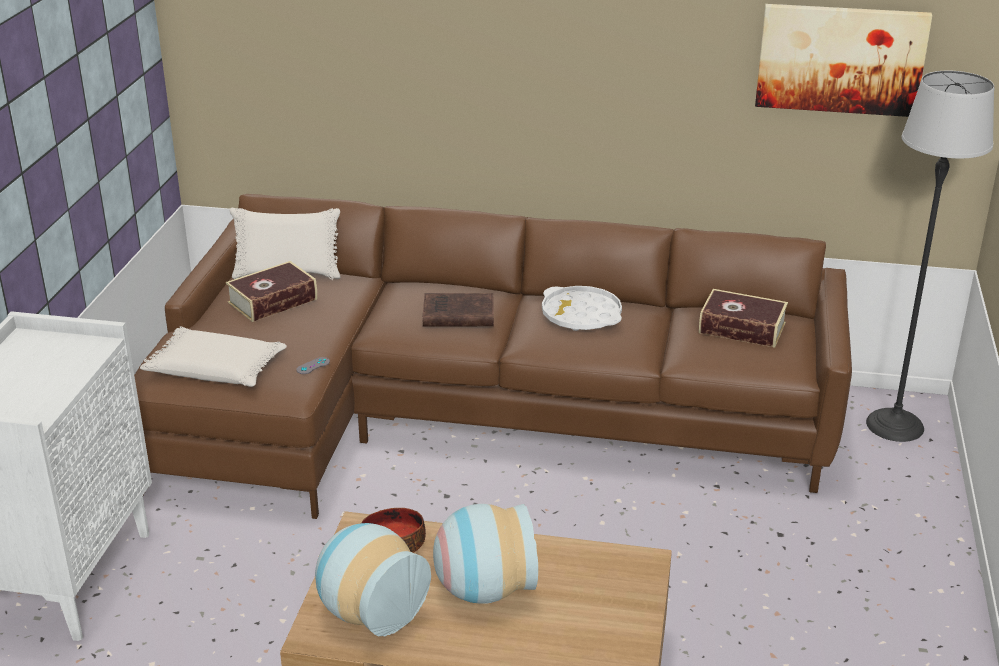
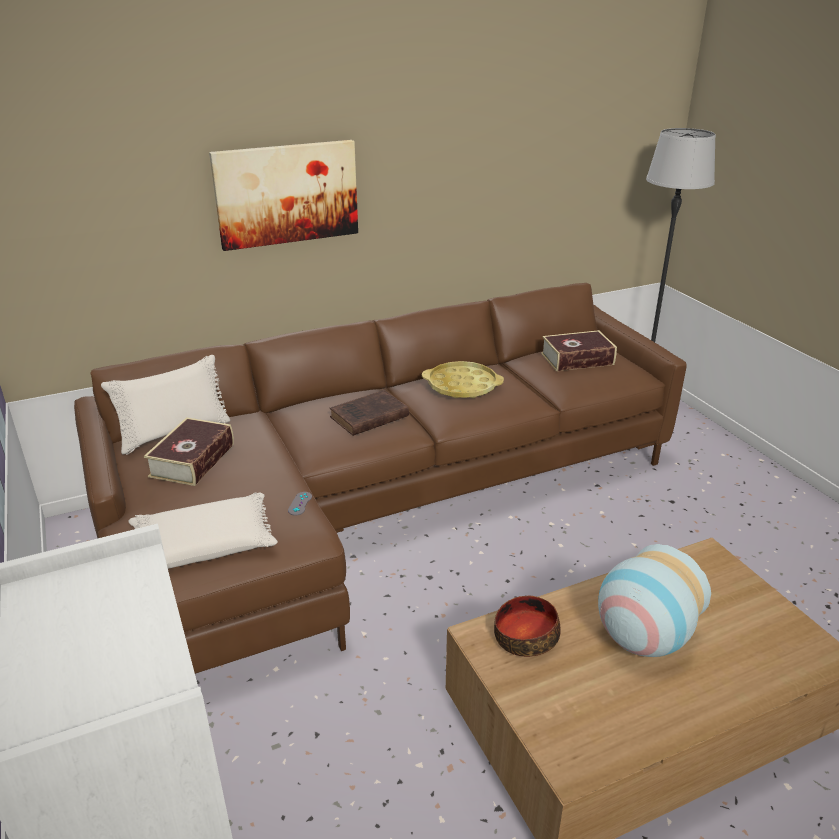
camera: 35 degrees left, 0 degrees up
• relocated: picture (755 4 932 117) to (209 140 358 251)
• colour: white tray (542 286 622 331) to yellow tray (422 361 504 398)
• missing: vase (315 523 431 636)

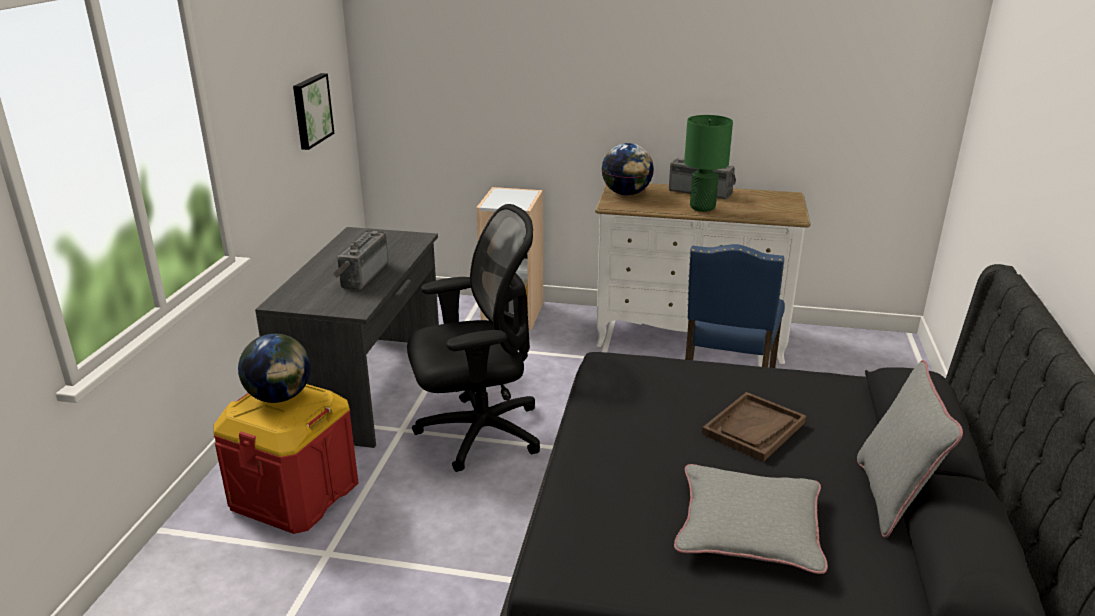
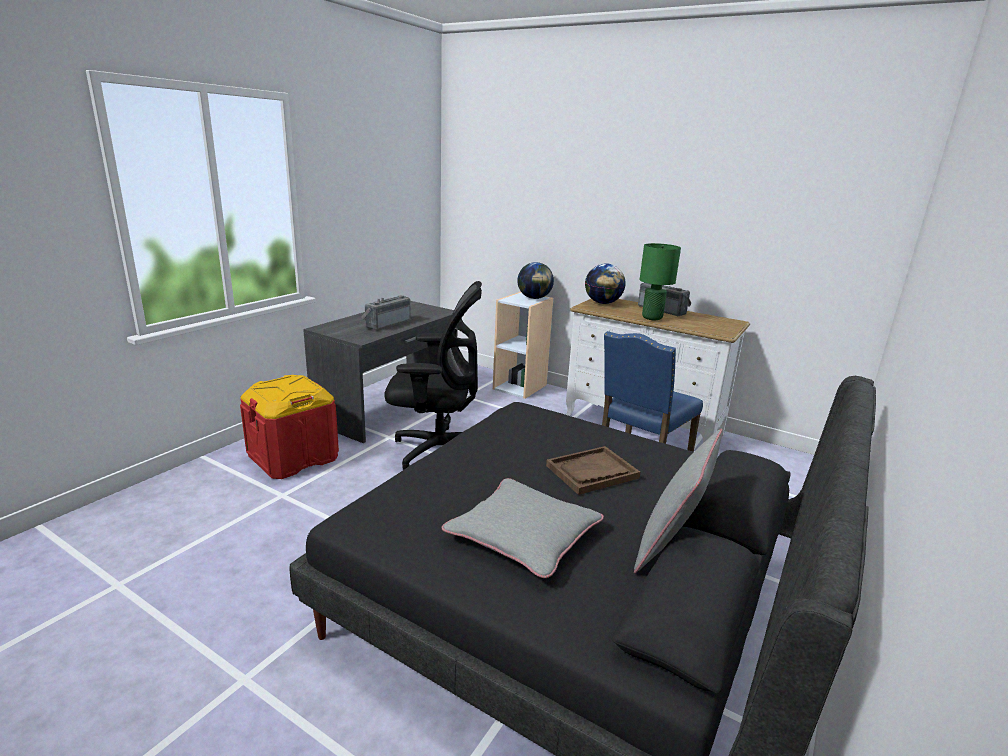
camera: 20 degrees right, 5 degrees down
• relocated: globe (238 334 311 403) to (517 262 554 299)
• missing: picture (293 73 334 150)

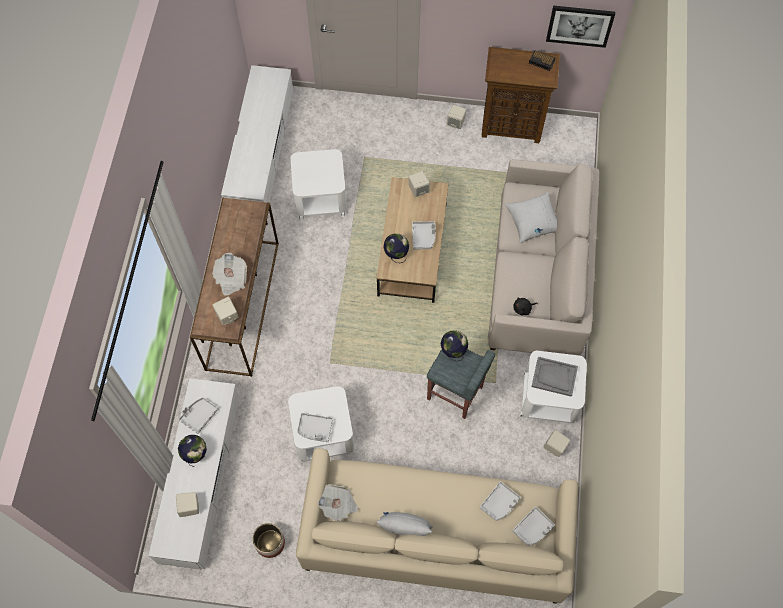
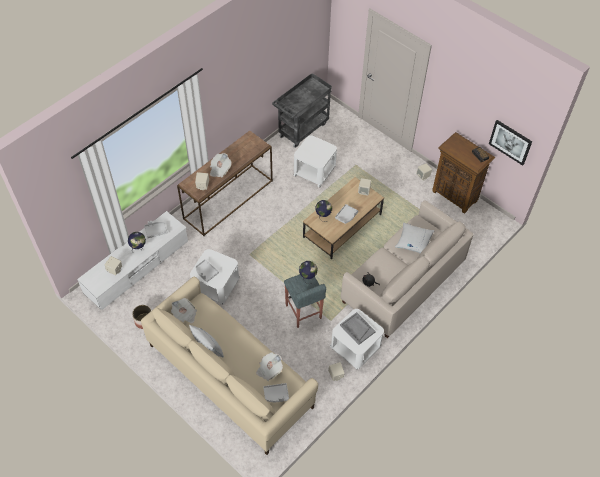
camera: 35 degrees right, 10 degrees down
• exchanged: grey tray (480 481 521 521) to newspaper (256 352 283 381)
• exchanged: white tv stand (221 65 293 203) to black cart (272 73 332 148)

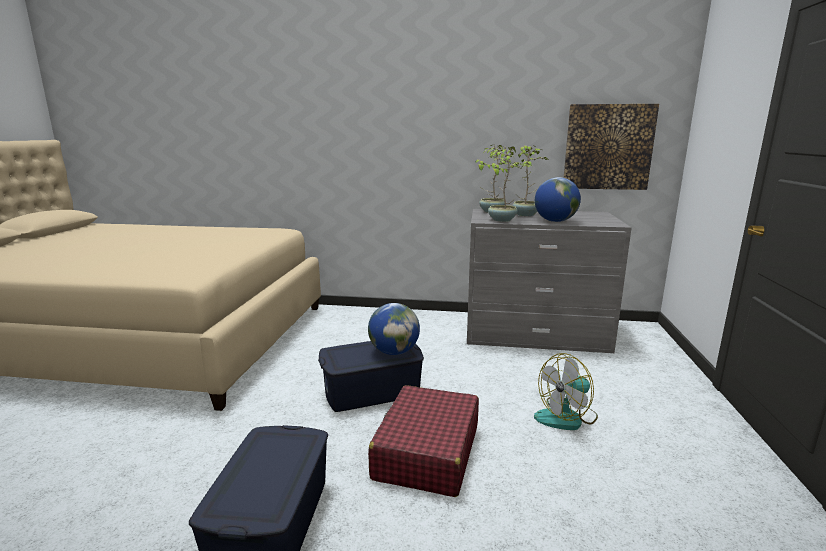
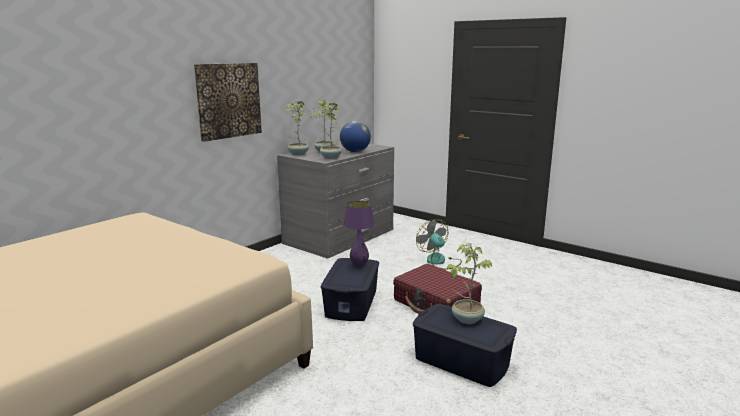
camera: 60 degrees left, 0 degrees up
• relocated: picture (564 104 659 190) to (194 63 262 142)
• exchanged: globe (368 303 420 355) to purple table lamp (343 201 375 268)
• spun: fan (534 353 598 430) = (416 219 462 270) 150 degrees clockwise
• appeared: potted plant (447 243 492 324)

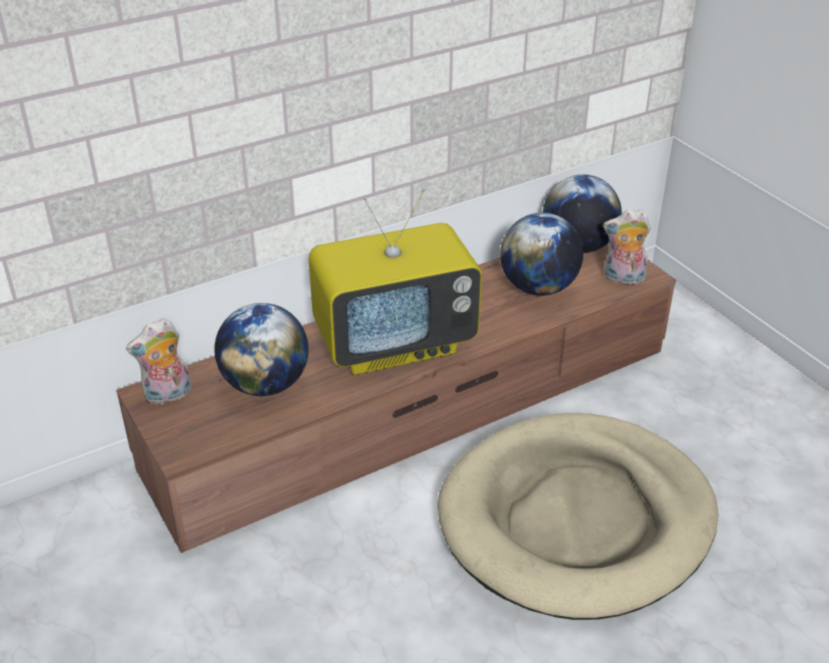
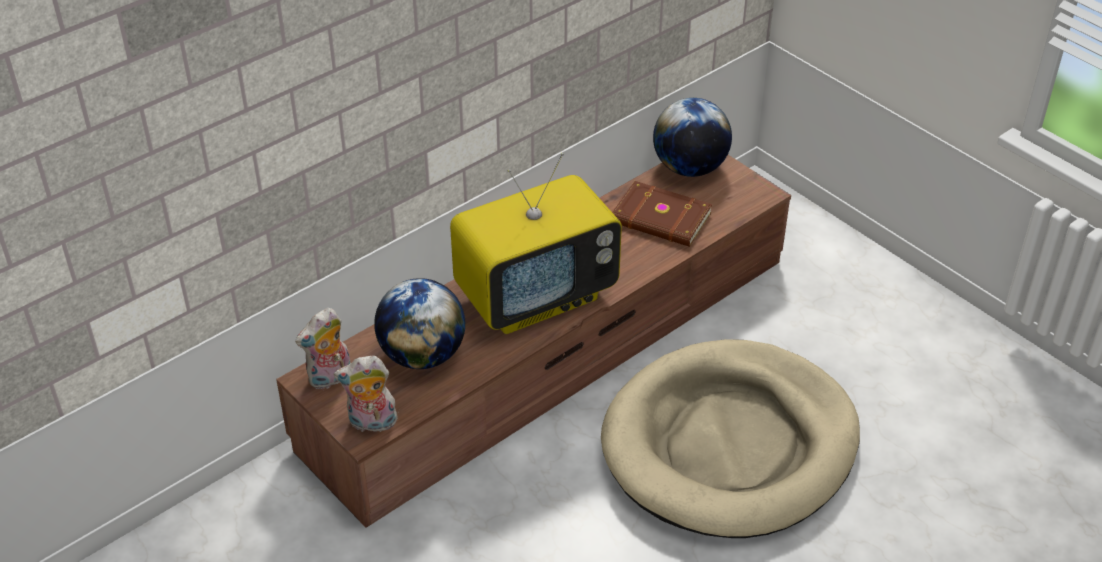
camera: 10 degrees left, 5 degrees up
• relocated: plush toy (603 209 651 285) to (334 356 399 432)
• exchanged: globe (500 213 583 296) to brown book (612 181 712 247)

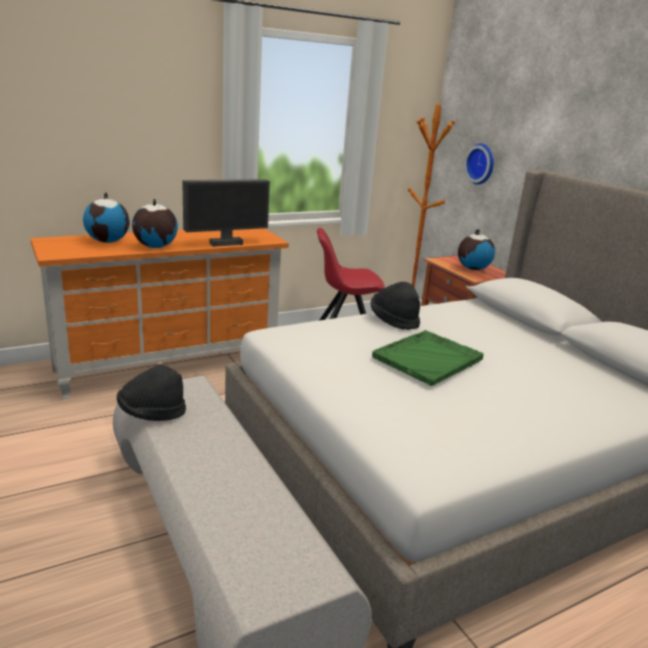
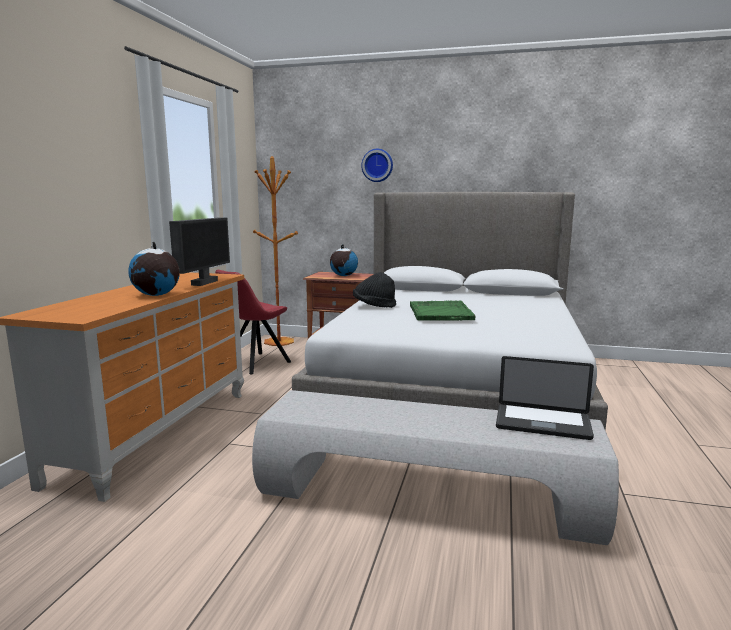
camera: 45 degrees left, 10 degrees down
• relocated: wall clock (464 143 494 185) to (361 149 393 182)
• appeared: laptop (496 356 594 440)
• missing: globe (83 192 130 243)
• missing: black hat (117 365 186 421)

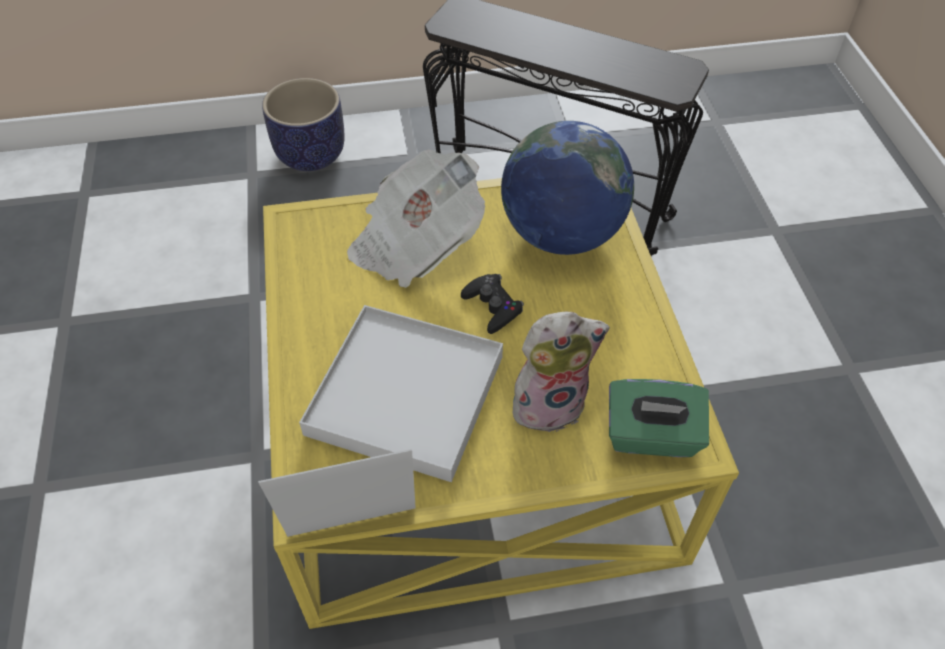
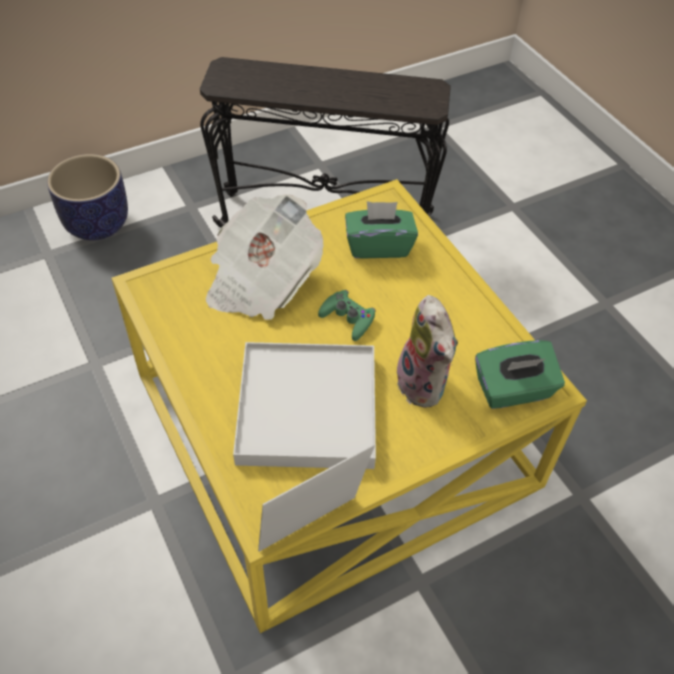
camera: 20 degrees left, 0 degrees up
• colour: black game controller (461 274 524 334) to green game controller (318 290 376 341)
• exchanged: globe (501 121 634 255) to green tissue box (345 201 418 259)
• spun: plush toy (513 312 610 435) = (397 295 458 408) 105 degrees clockwise

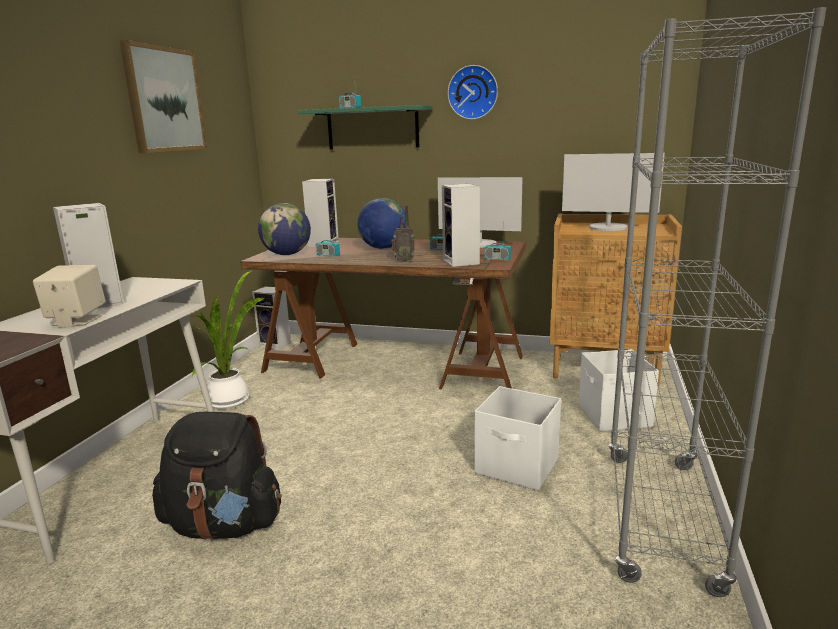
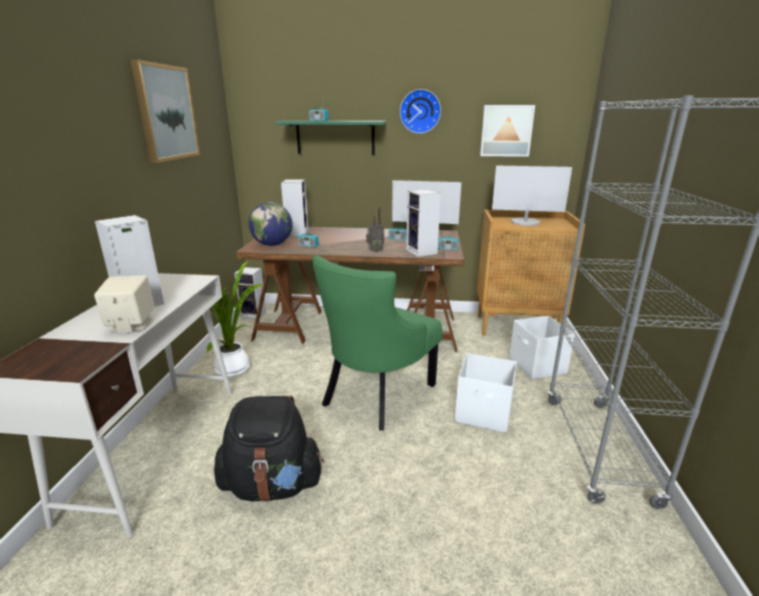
camera: 10 degrees left, 5 degrees up
• appeared: green chair (312 256 443 431)
• appeared: picture (480 105 535 157)
• missing: globe (357 198 406 249)

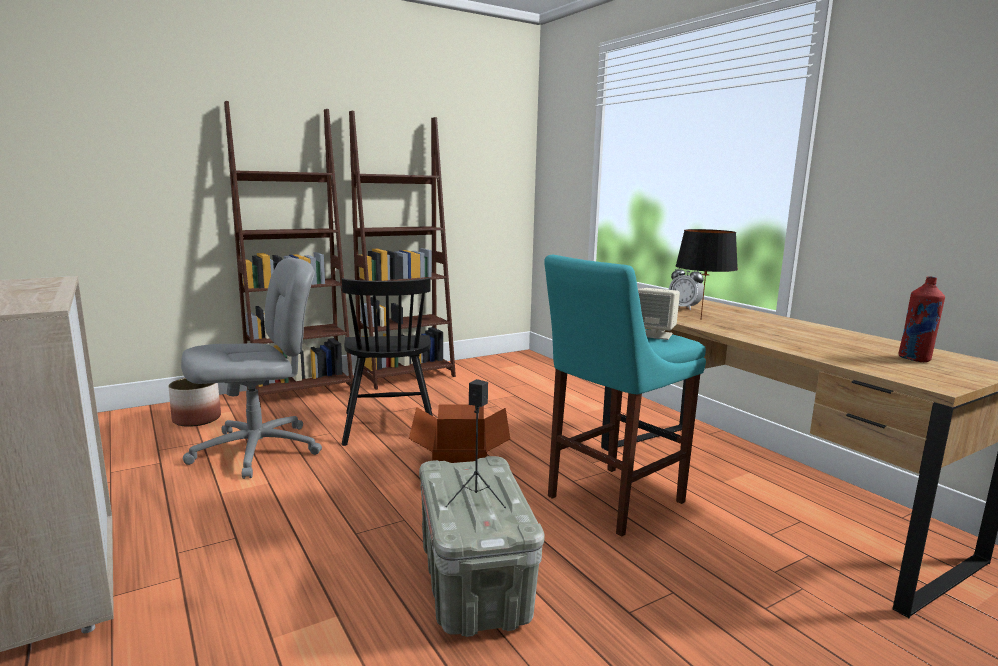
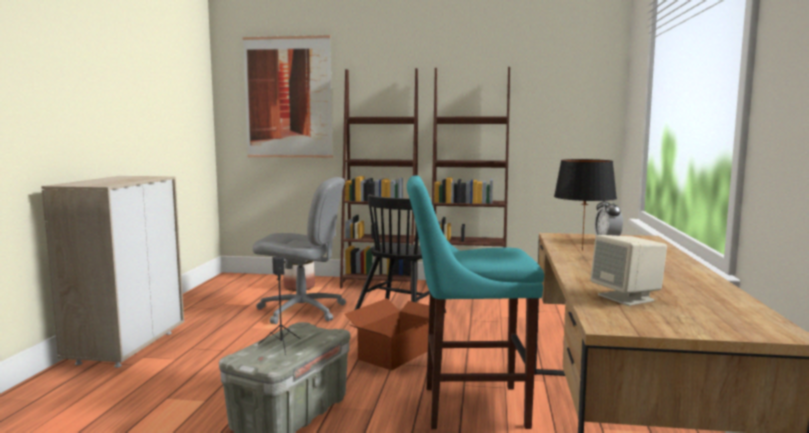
camera: 40 degrees right, 5 degrees down
• appeared: picture (243 35 333 158)
• relocated: beige speaker (638 288 680 340) to (591 235 667 306)
• missing: red bottle (898 276 945 362)

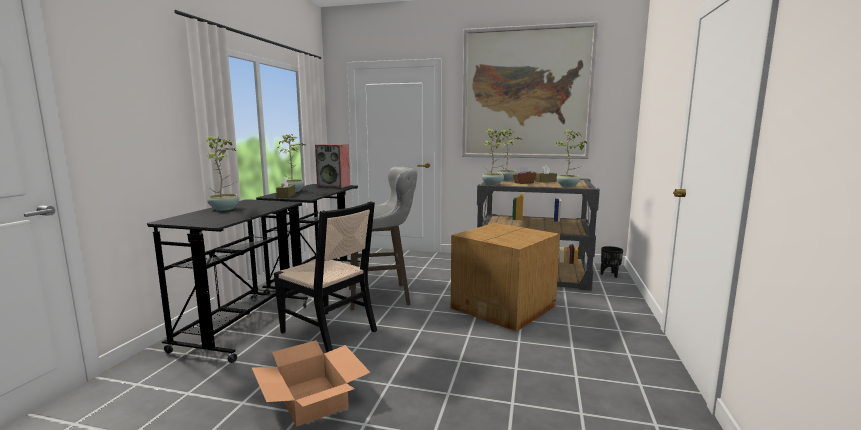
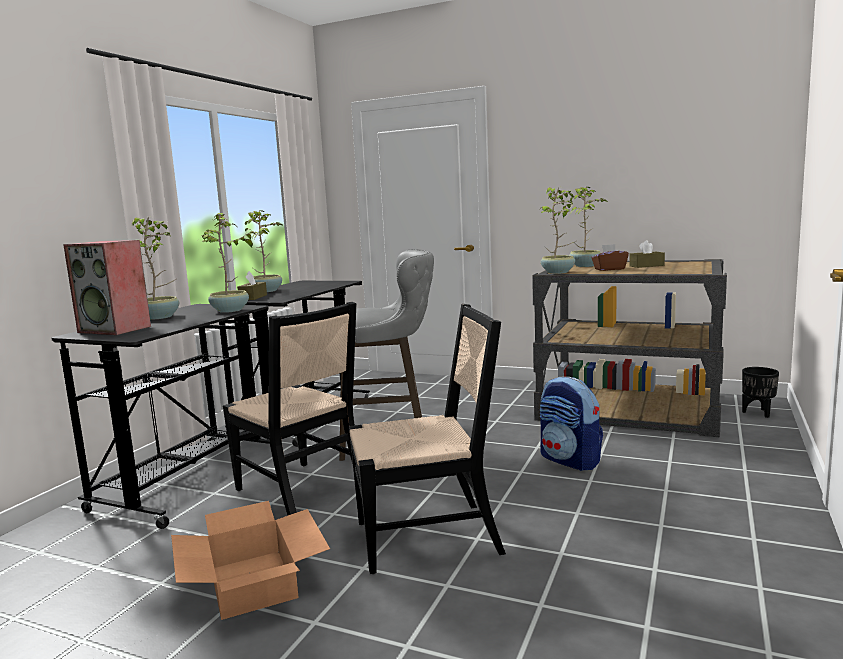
camera: 10 degrees right, 0 degrees up
• relocated: speaker (315 144 350 188) to (63 240 151 335)
• relocated: potted plant (556 129 587 187) to (199 213 257 313)
• appeared: chair (349 304 506 574)
• exchanged: cardboard box (451 223 560 332) to backpack (540 377 603 471)
• missing: picture (462 21 599 159)

